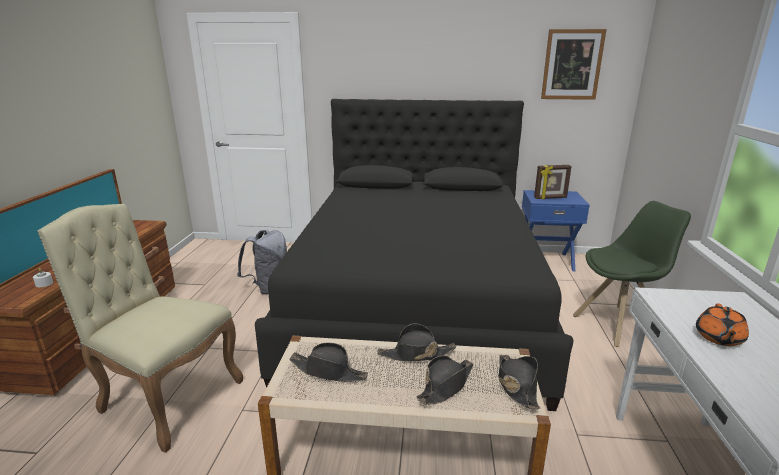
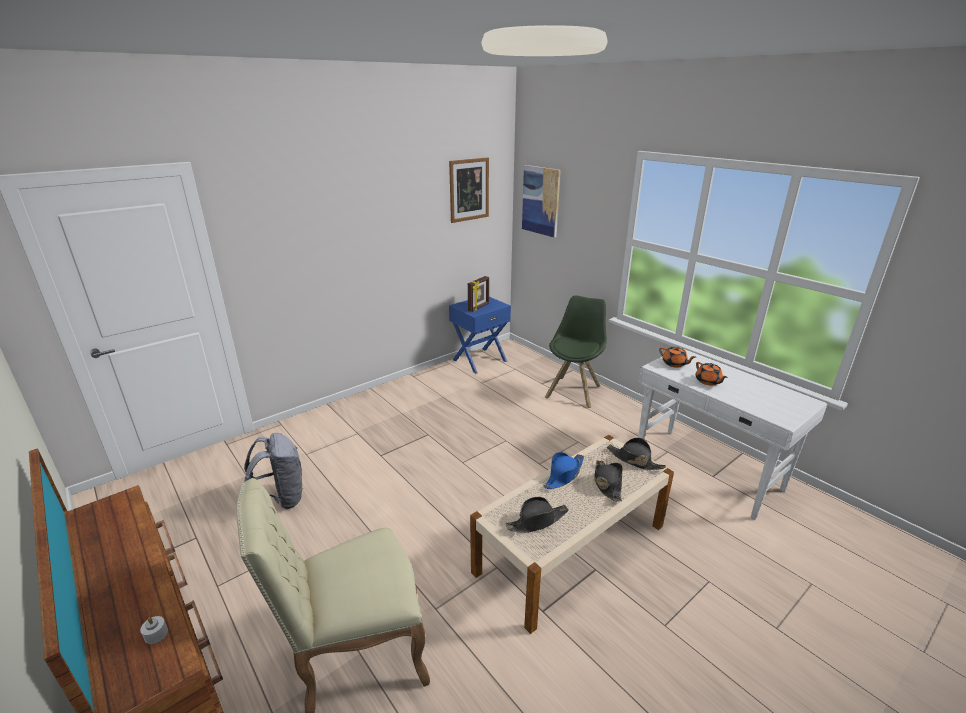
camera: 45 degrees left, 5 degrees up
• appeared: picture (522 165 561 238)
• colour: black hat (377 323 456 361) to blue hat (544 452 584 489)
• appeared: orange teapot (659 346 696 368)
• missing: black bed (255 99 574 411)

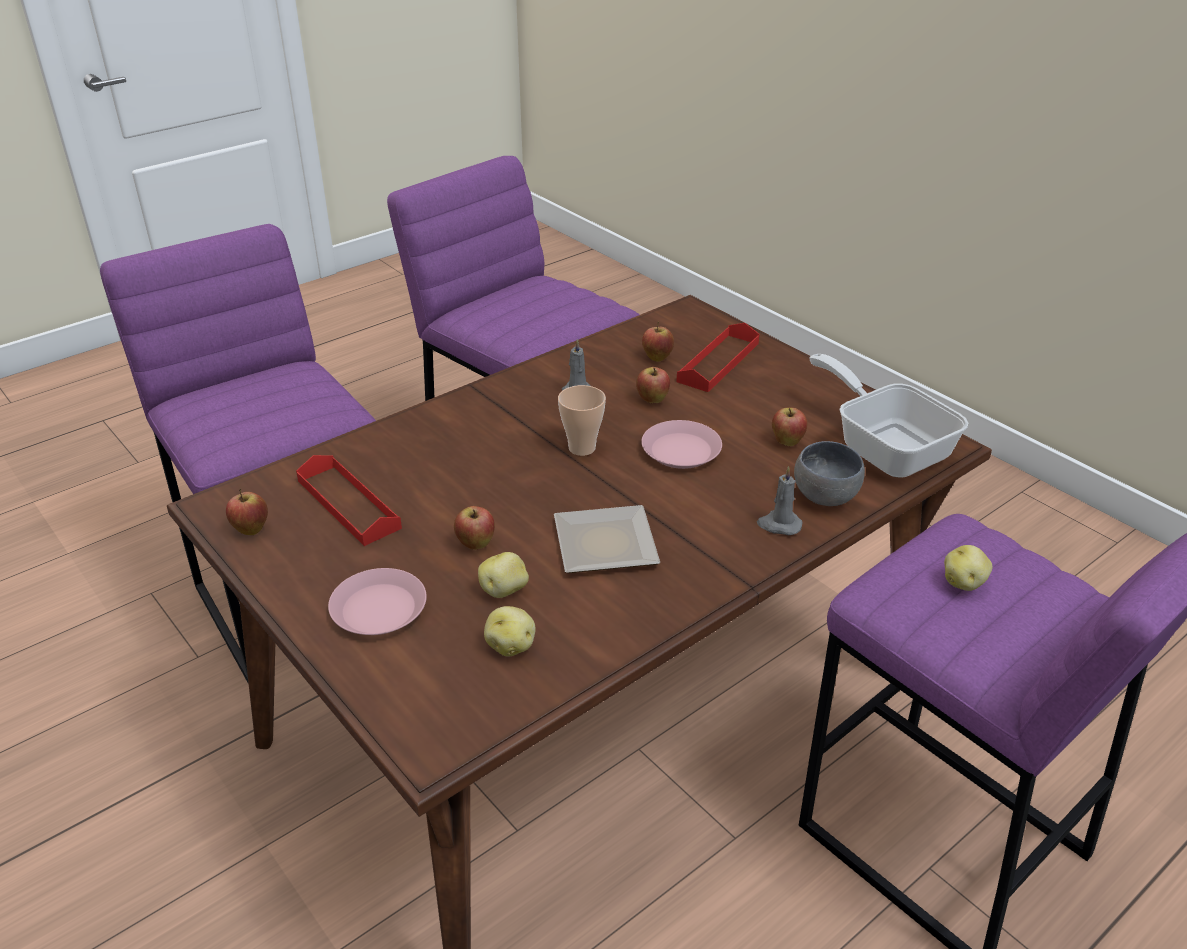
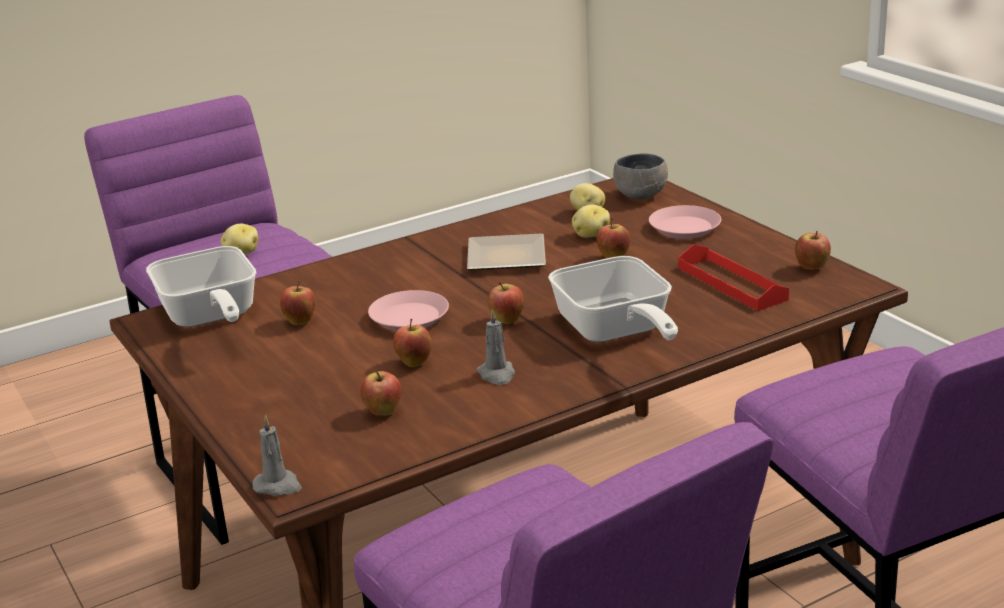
camera: 170 degrees left, 10 degrees down
• relocated: grey candle (757 466 802 535) to (252 415 302 496)
• exchanged: cup (558 385 606 456) to apple (488 282 524 324)
• appeared: frying pan (548 256 678 342)
• relocated: grey bowl (794 441 865 506) to (613 154 668 199)
• missing: red tray (676 323 760 392)

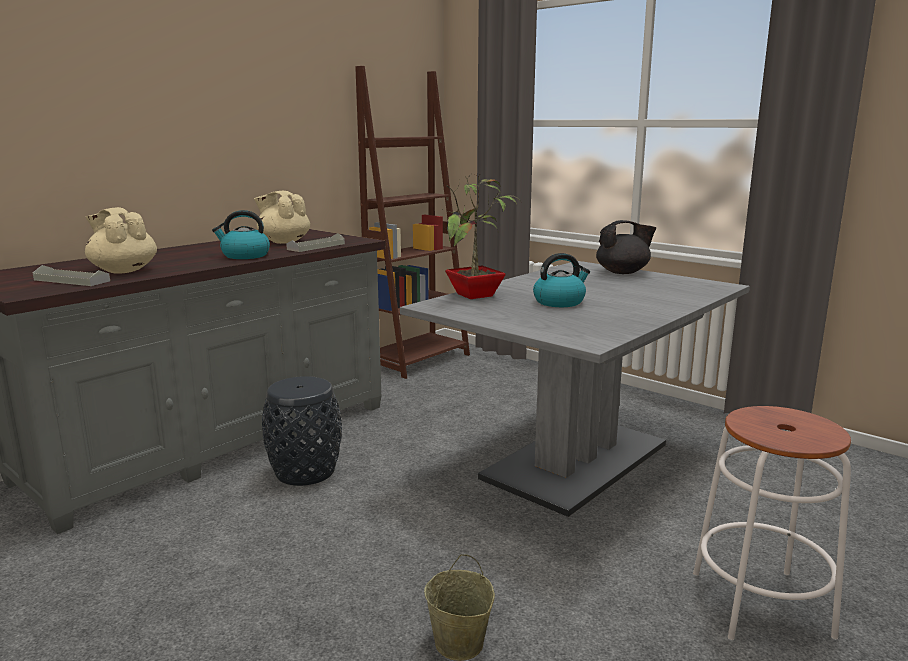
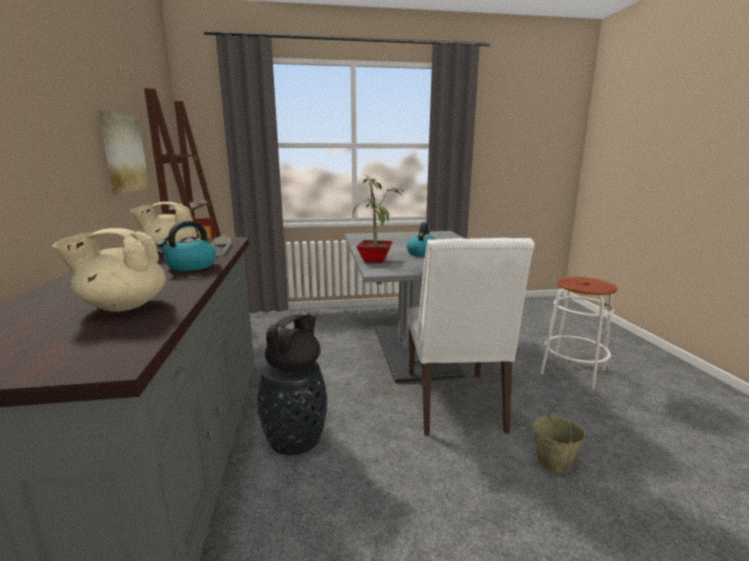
camera: 50 degrees left, 0 degrees up
• appeared: picture (98 110 149 194)
• relocated: black teapot (596 220 656 274) to (265 315 320 372)
• appeared: white chair (407 238 535 435)
• missing: grey tray (33 265 110 286)

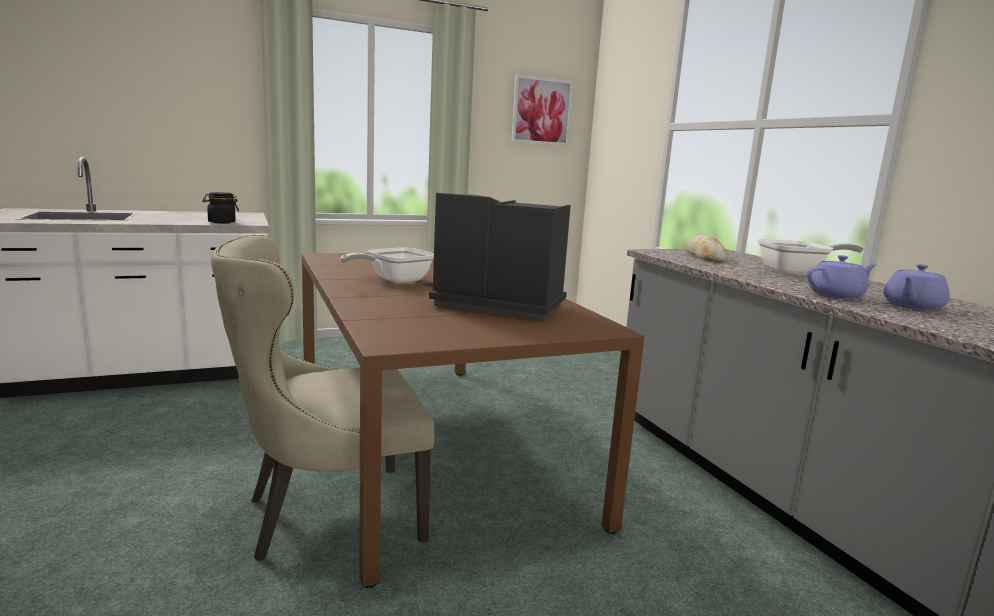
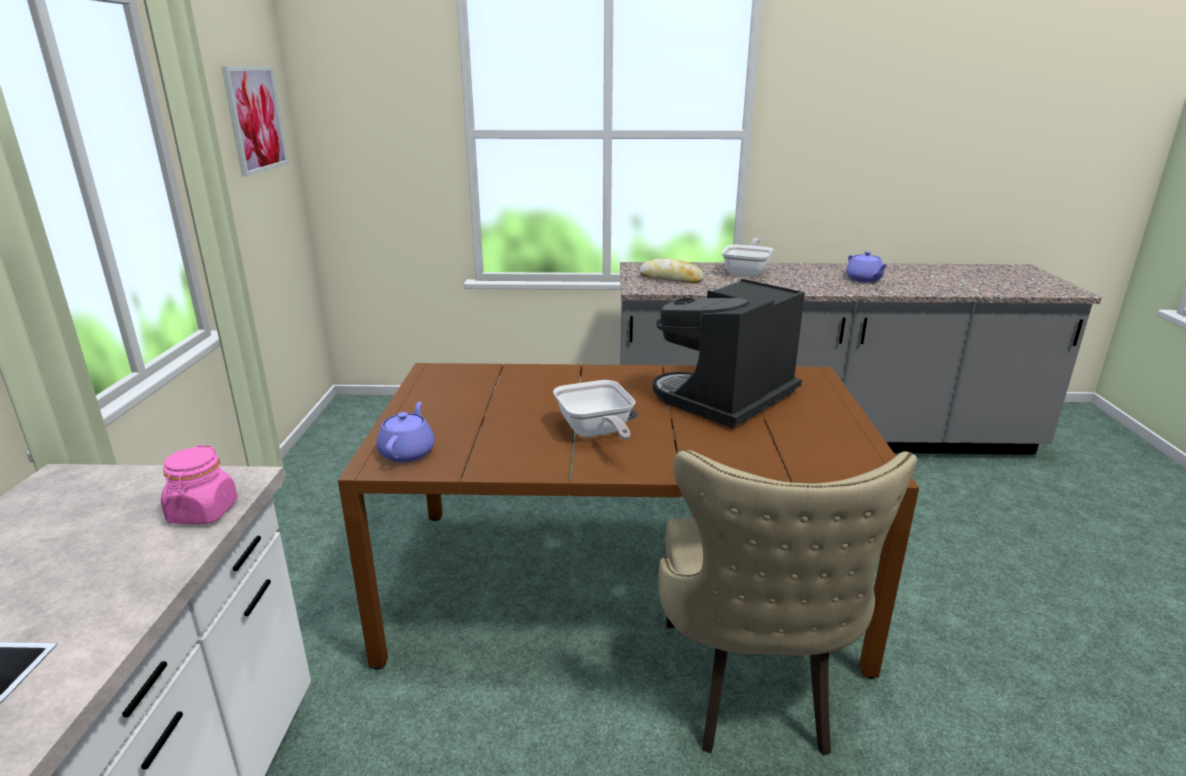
camera: 65 degrees left, 10 degrees up
• colour: black jar (203 192 239 224) to pink jar (161 445 238 524)
• relocated: purple teapot (807 255 876 299) to (376 402 435 462)

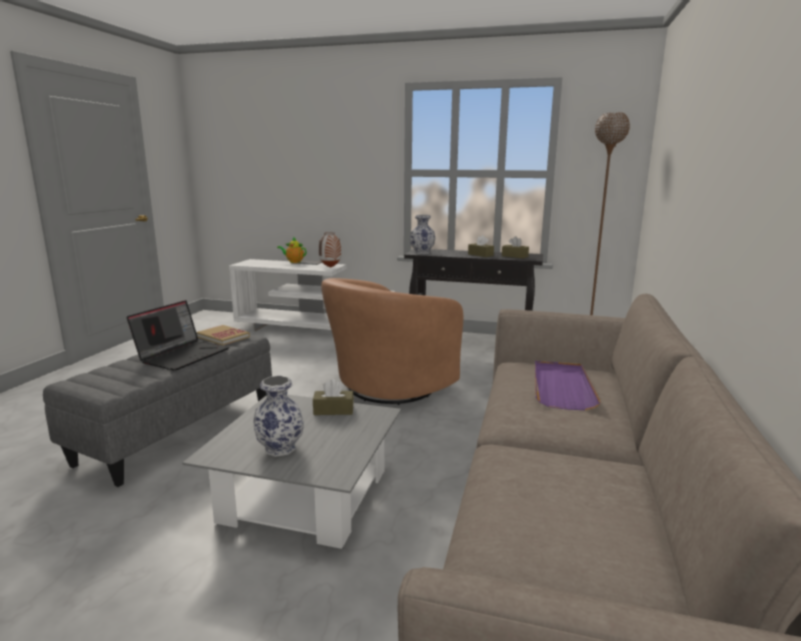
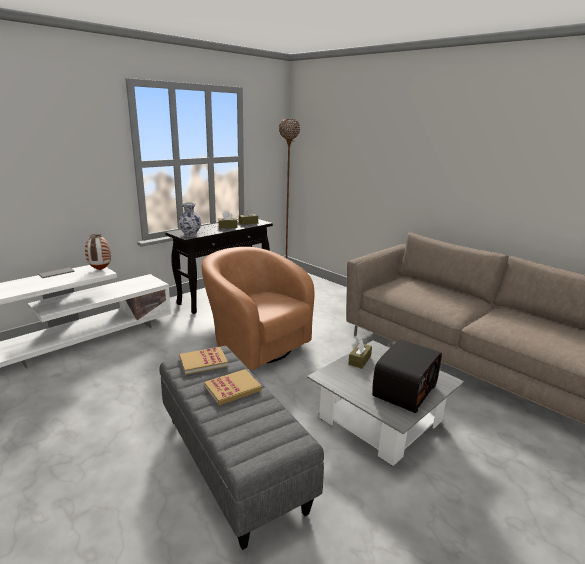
camera: 60 degrees left, 5 degrees up
• spun: brown armchair (321 278 463 405) = (202 247 315 370) 150 degrees clockwise
• exchanged: laptop (127 300 229 371) to book (204 369 262 405)
• exchanged: vase (253 376 304 457) to radio (372 339 442 413)
• missing: teapot (277 237 307 263)
• missing: purple tray (535 361 601 410)

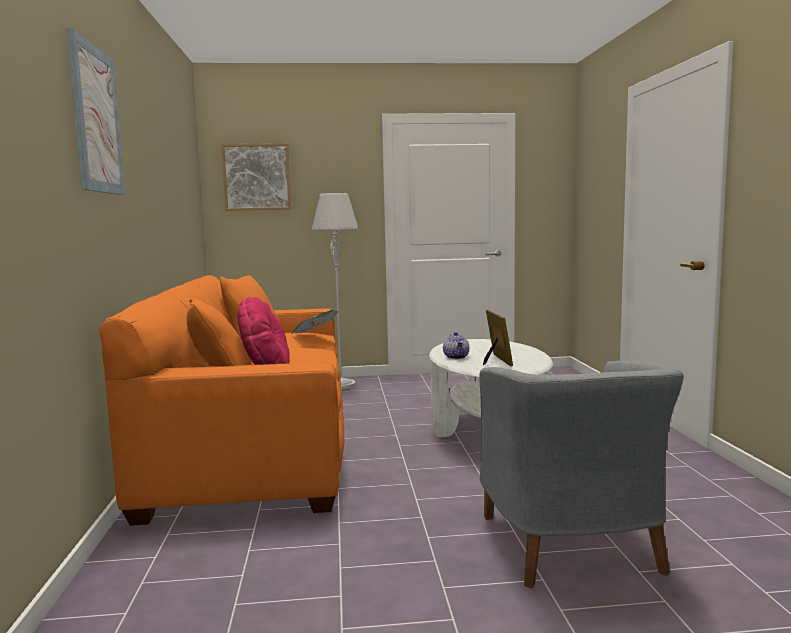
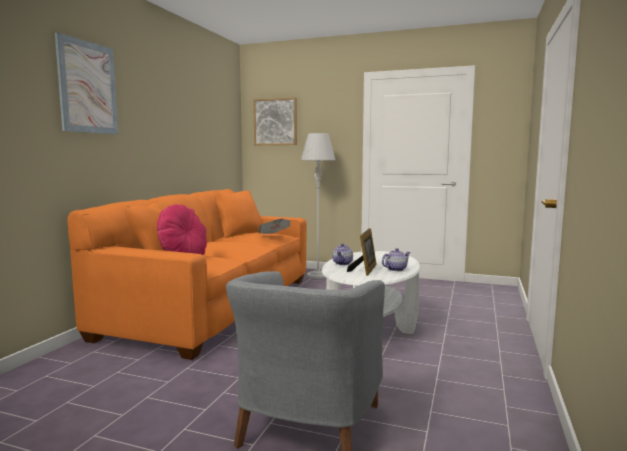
camera: 25 degrees right, 0 degrees up
• appeared: teapot (382 248 410 271)

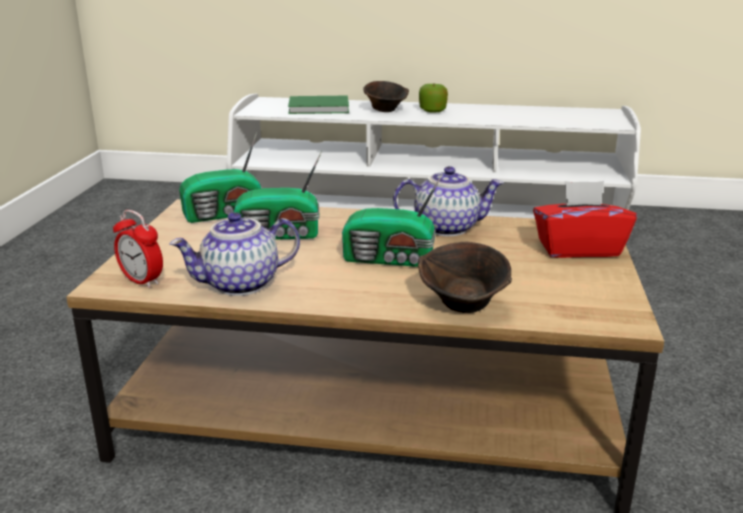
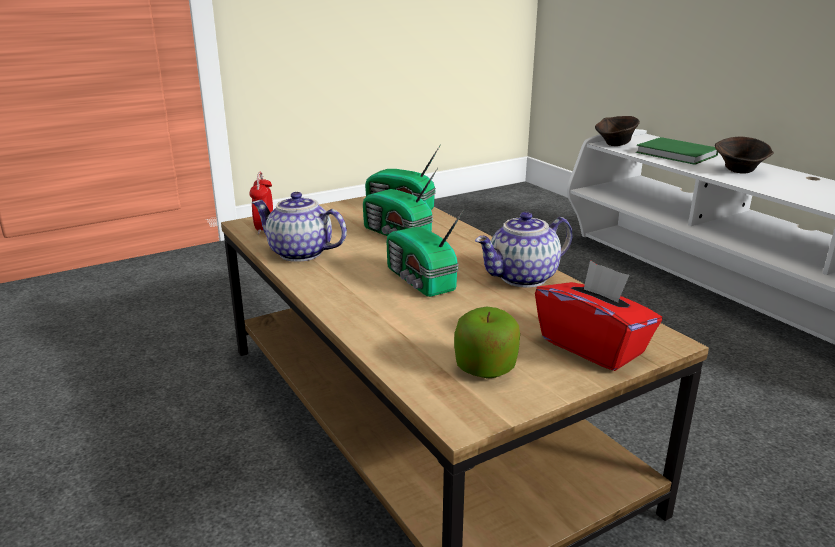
camera: 50 degrees right, 0 degrees up
• relocated: apple (419 84 448 112) to (454 307 520 378)
• spun: teapot (393 166 504 237) = (475 212 573 288) 105 degrees clockwise
• relocated: brown bowl (418 242 512 313) to (595 116 640 146)

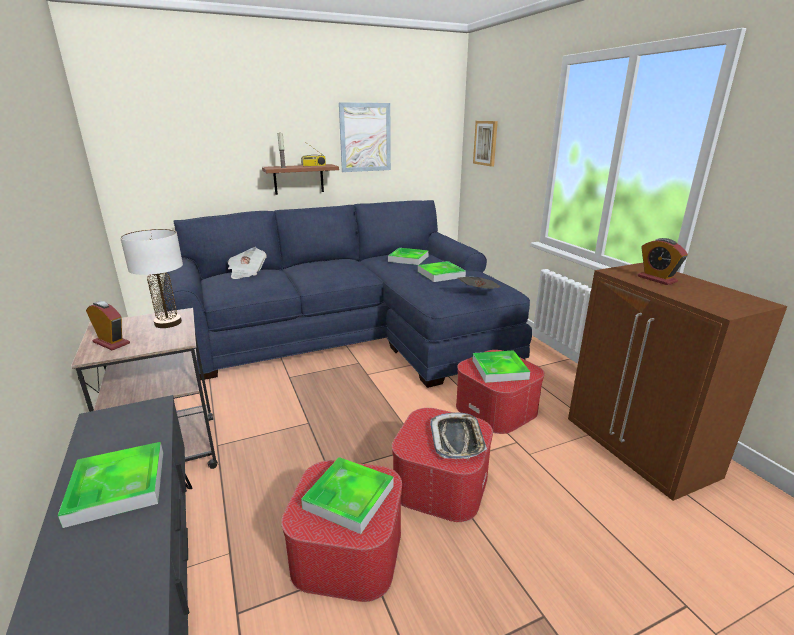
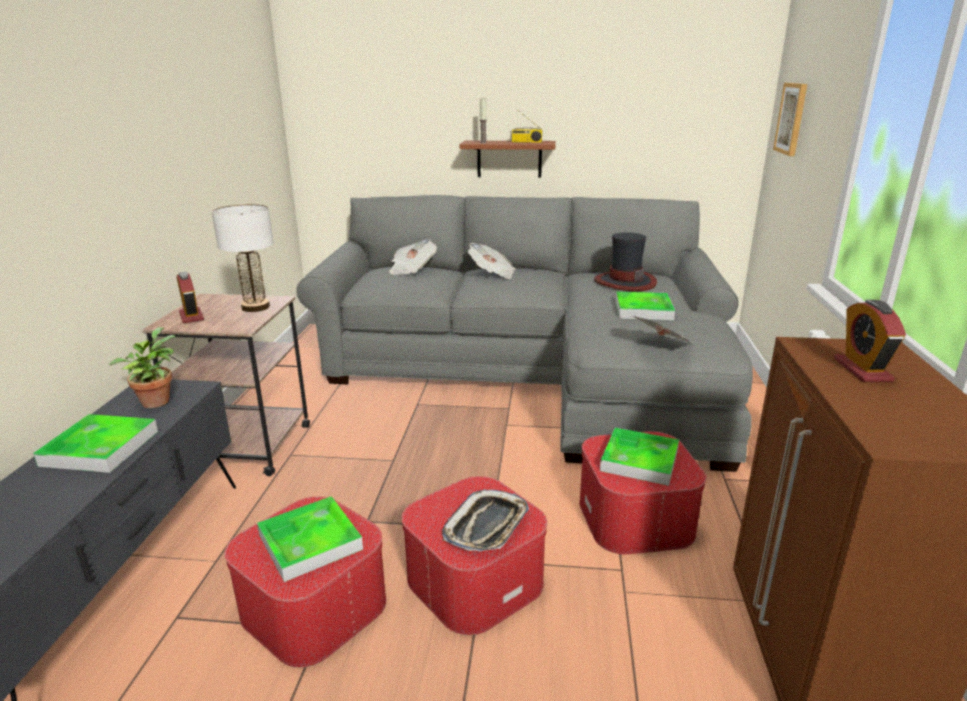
camera: 30 degrees right, 0 degrees up
• appeared: potted plant (109 327 176 408)
• colour: blue sofa (163 200 532 388) to grey sofa (296 195 753 472)
• appeared: newspaper (468 243 516 279)
• exchanged: tray (388 248 429 265) to hat (594 232 657 291)
• missing: picture (339 102 391 172)

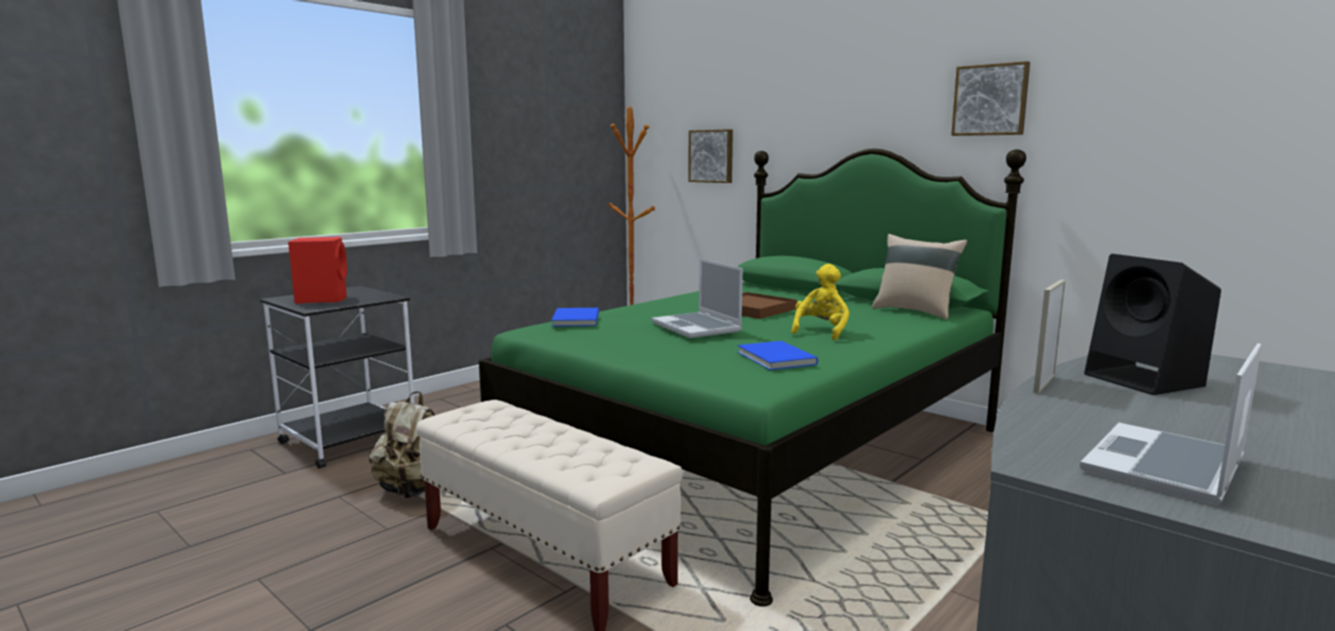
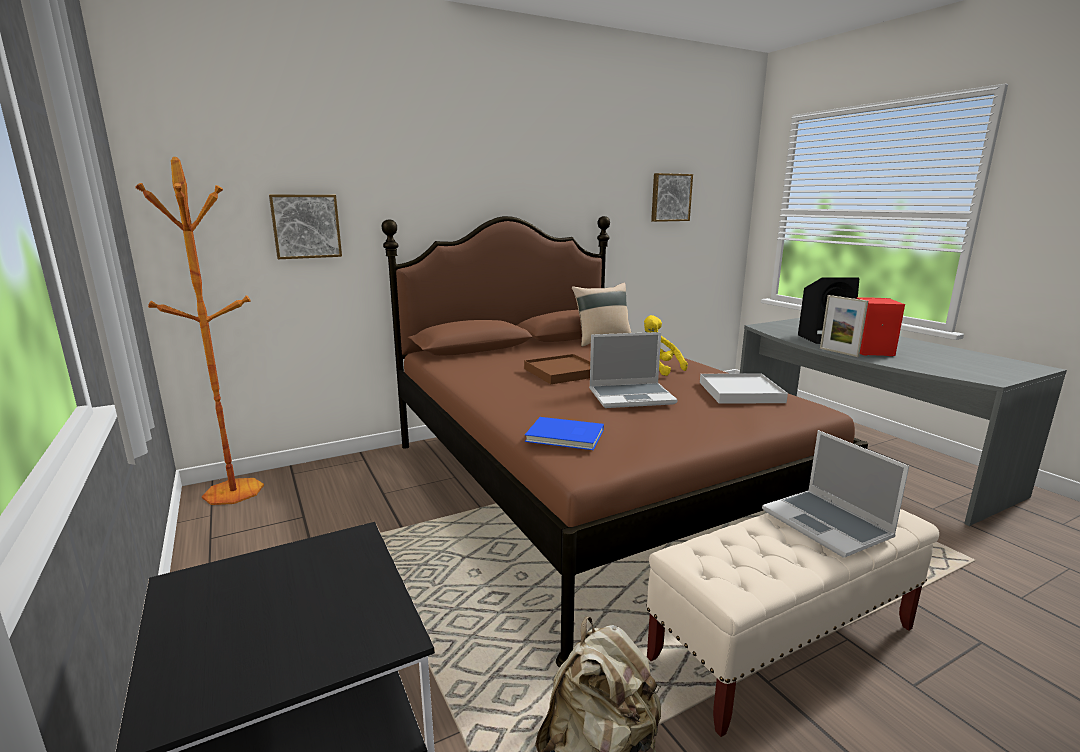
camera: 70 degrees left, 5 degrees up
• colour: green bed (479 149 1026 607) to brown bed (382 216 868 668)
• relocated: picture (951 61 1030 136) to (651 173 693 222)
• exchanged: blue book (737 341 818 370) to white tray (700 373 788 404)
• relocated: laptop (1080 343 1262 505) to (762 430 909 557)
• relocated: red speaker (288 237 347 304) to (856 297 905 356)

